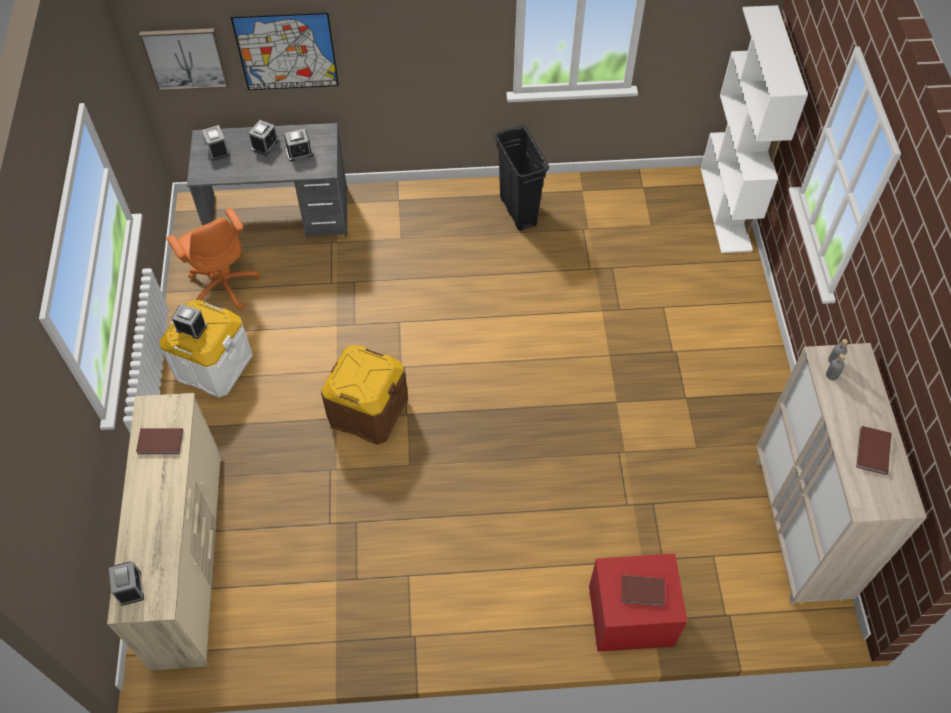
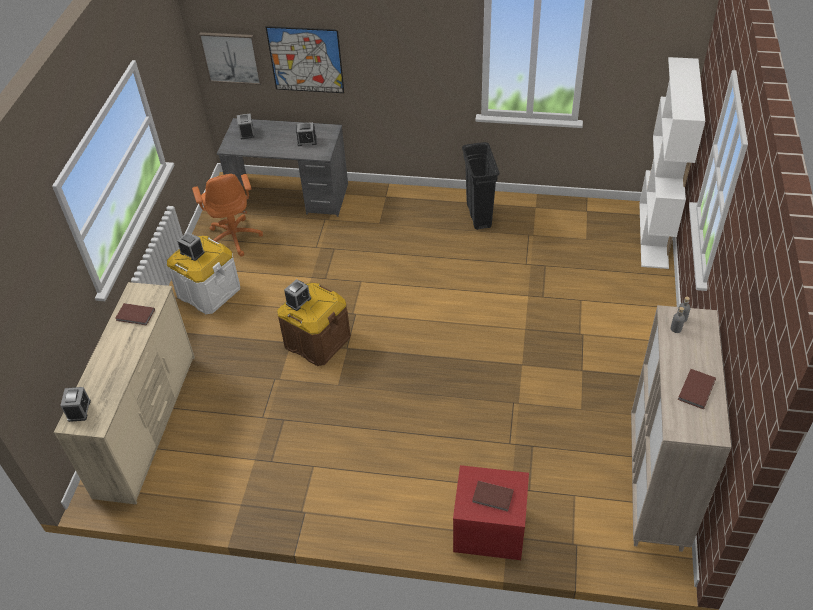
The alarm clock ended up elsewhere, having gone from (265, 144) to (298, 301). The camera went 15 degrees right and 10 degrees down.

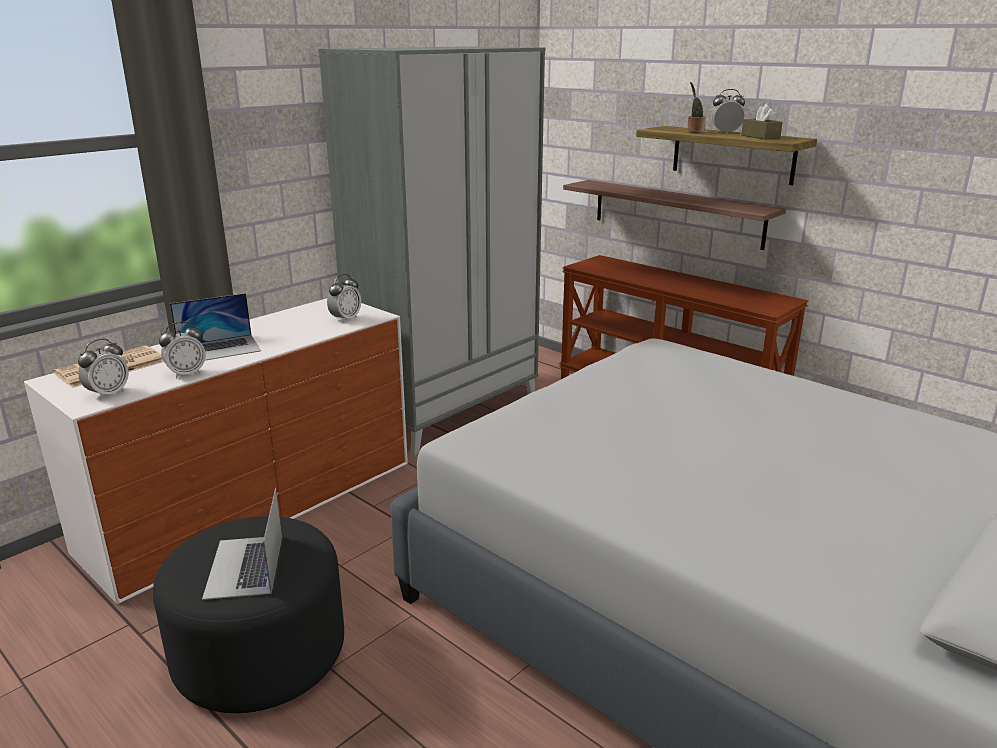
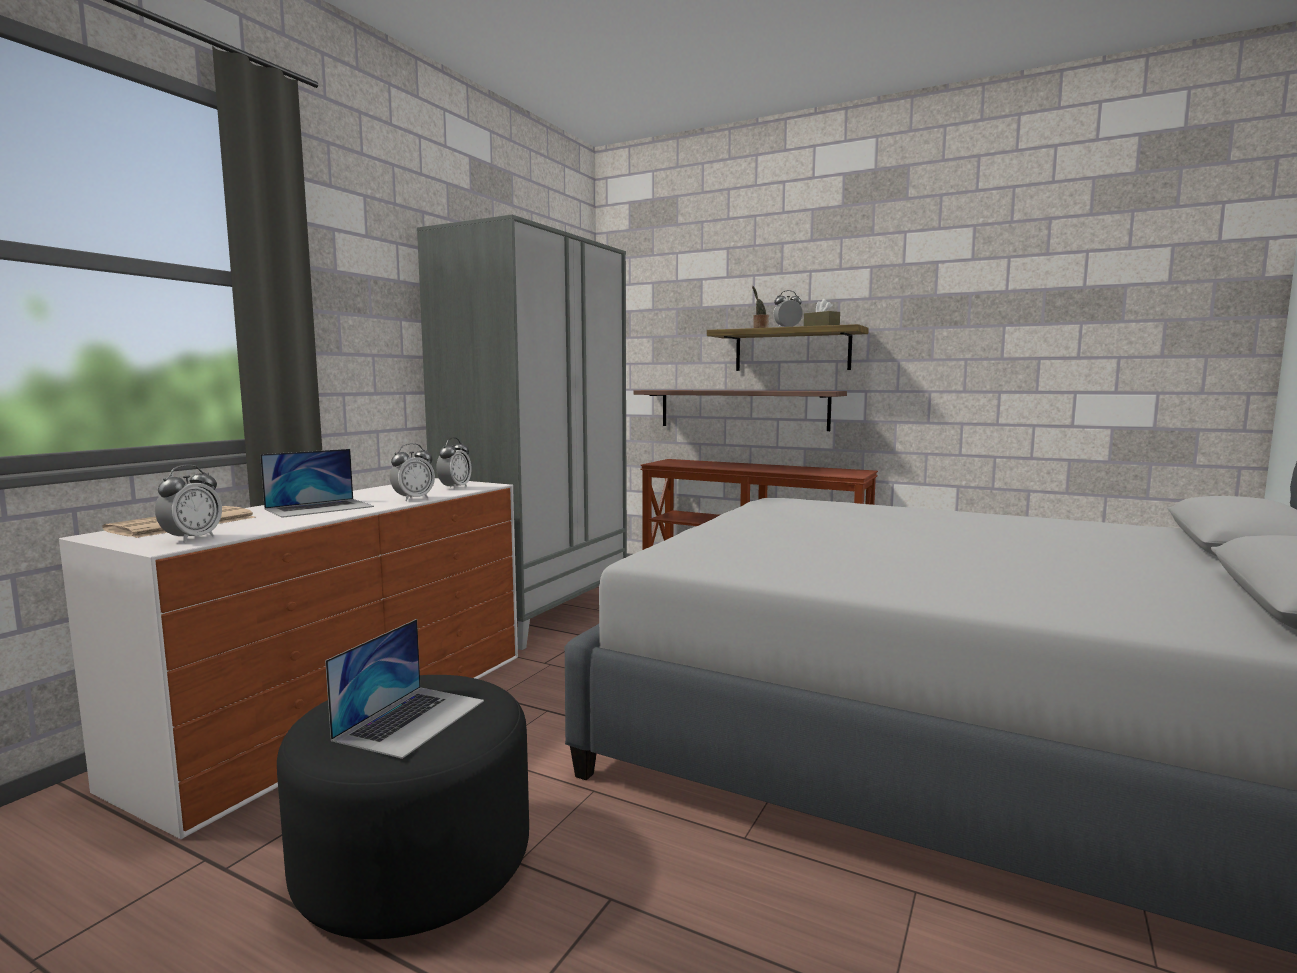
The laptop at (245, 566) ended up facing another way, 135 degrees counterclockwise from before. The alarm clock ended up elsewhere, having gone from (187, 374) to (413, 499). The camera went 15 degrees left and 15 degrees down.

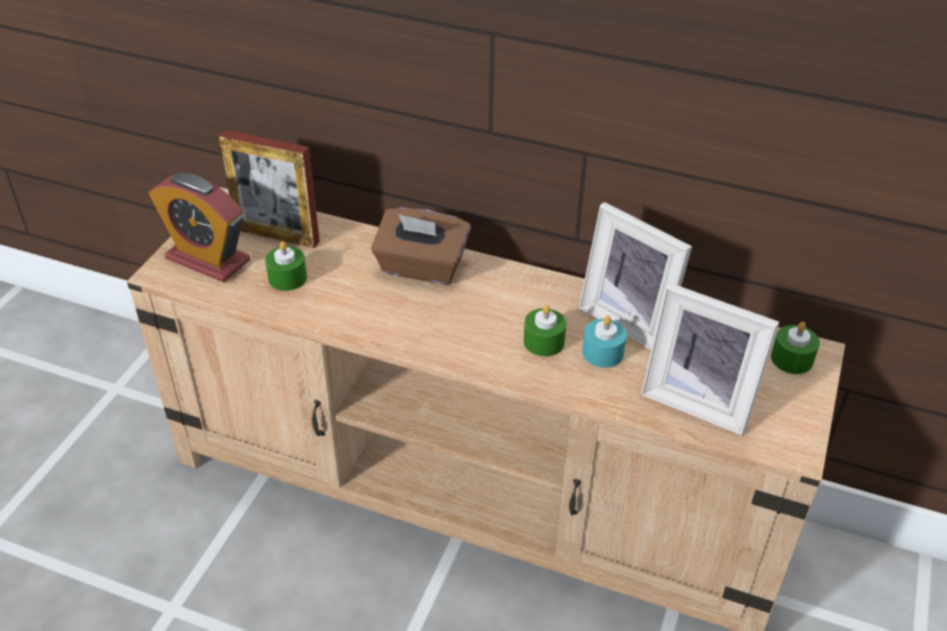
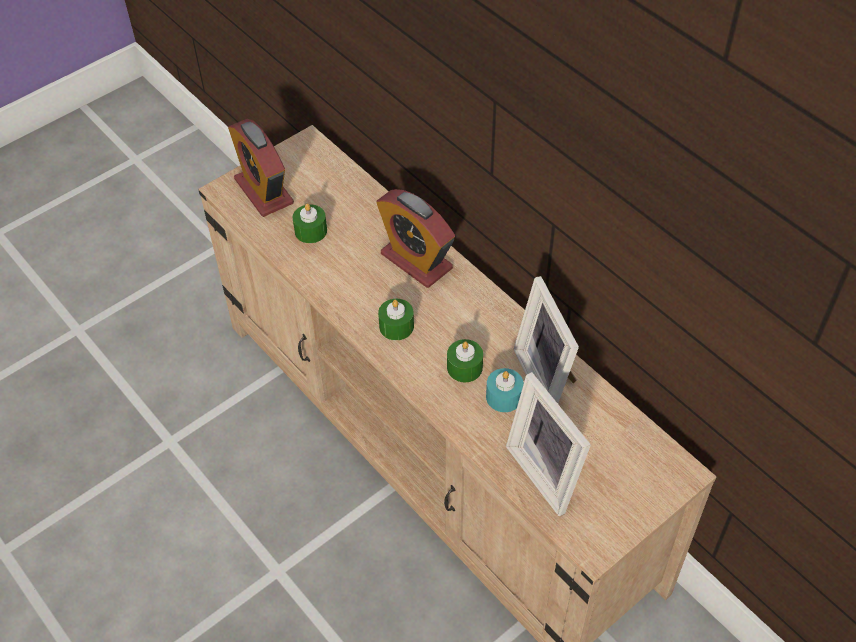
Where the tissue holder in brown-coloured stood at (421, 267), the alarm clock came to stand at (416, 261). The wax candle in green ended up elsewhere, having gone from (791, 359) to (396, 326). The second view lost the standing frame at (277, 235). The camera went 30 degrees right and 10 degrees up.

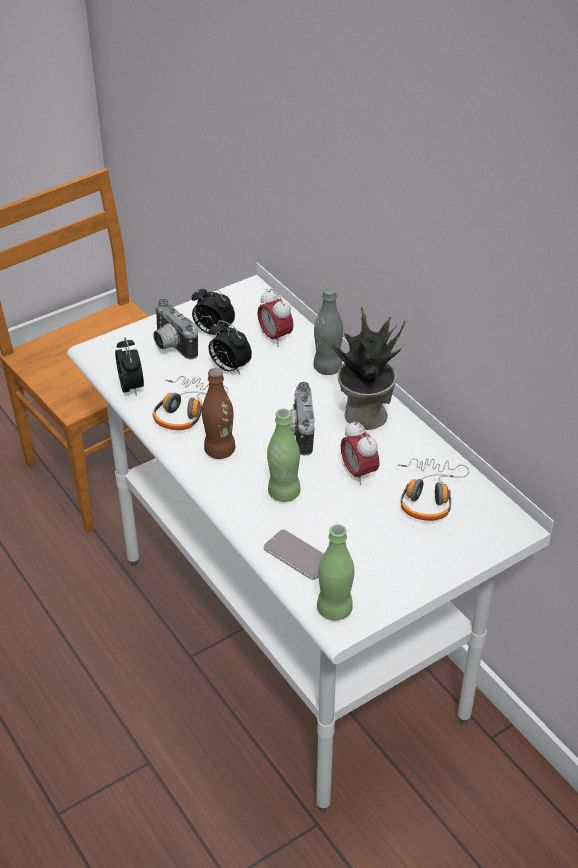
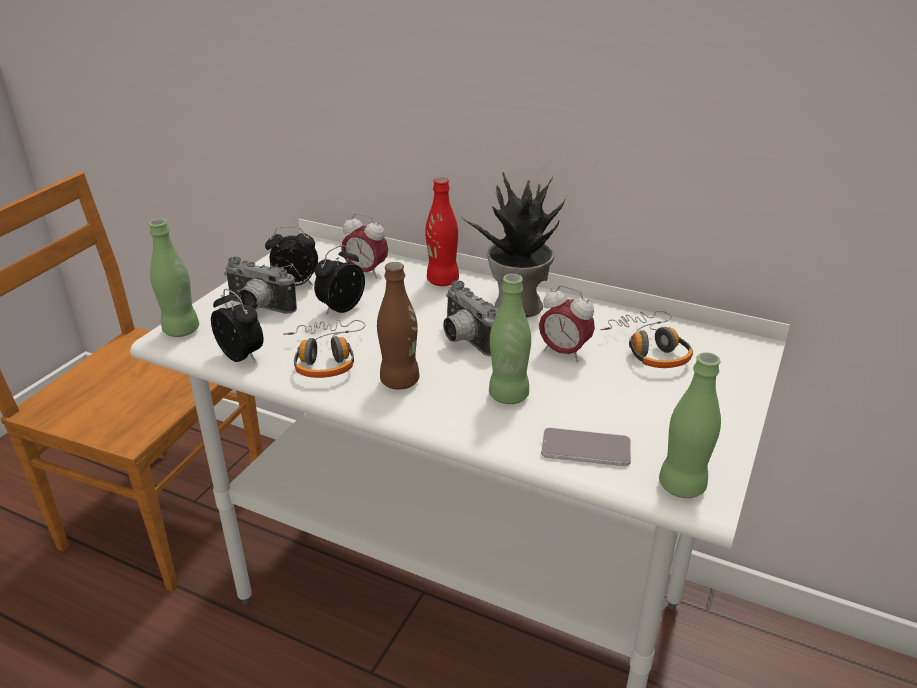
The second view gained the bottle in green at (181, 330). The alarm clock at (229, 368) ended up facing another way, 120 degrees clockwise from before. What was the bottle in gray at (327, 368) turned into the bottle in reddish at (442, 281). The camera went 30 degrees left and 10 degrees down.

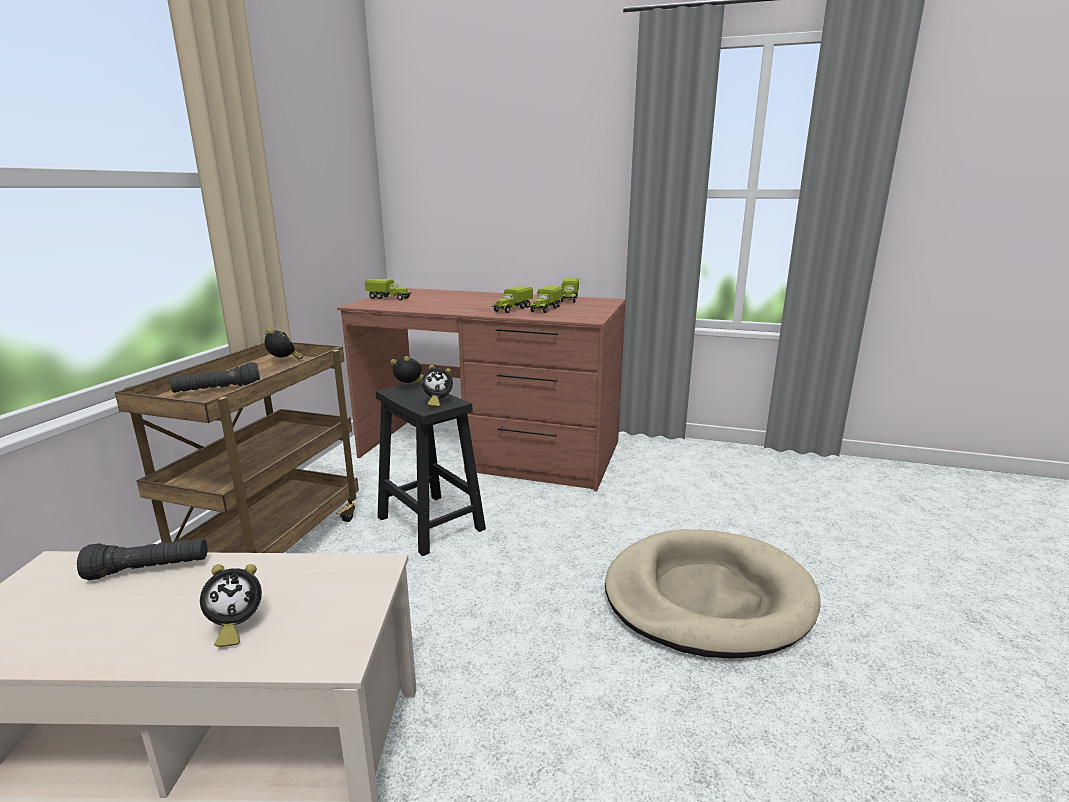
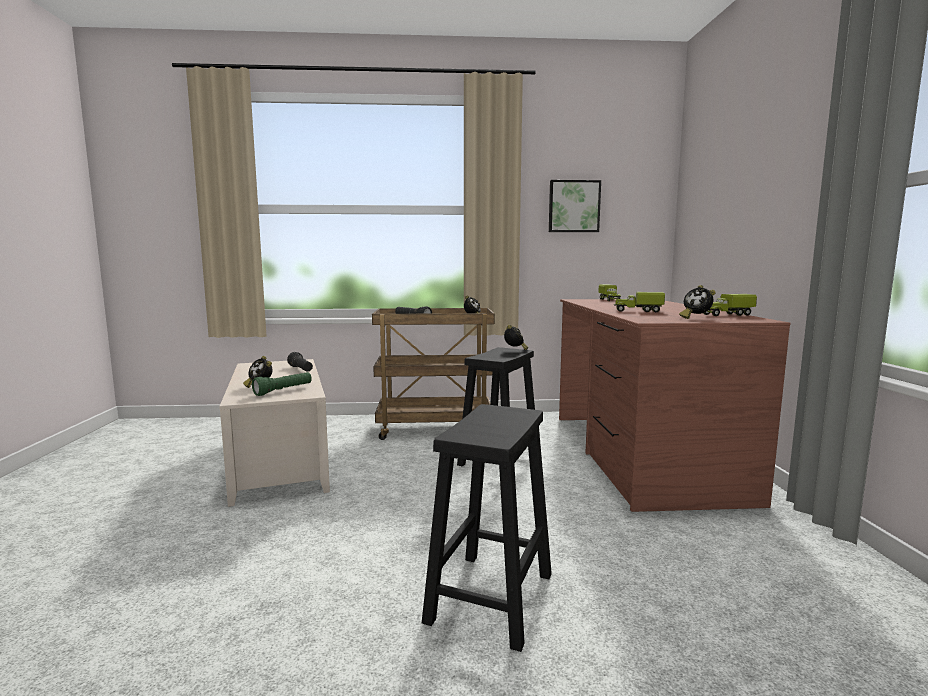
The second view gained the torch in green at (283, 391). Where the dog bed in sand-coloured stood at (707, 597), the stool in black came to stand at (491, 595). The second view gained the picture at (573, 206). The alarm clock ended up elsewhere, having gone from (437, 402) to (695, 318). The second view lost the toy truck at (545, 309). The camera went 70 degrees right and 10 degrees down.

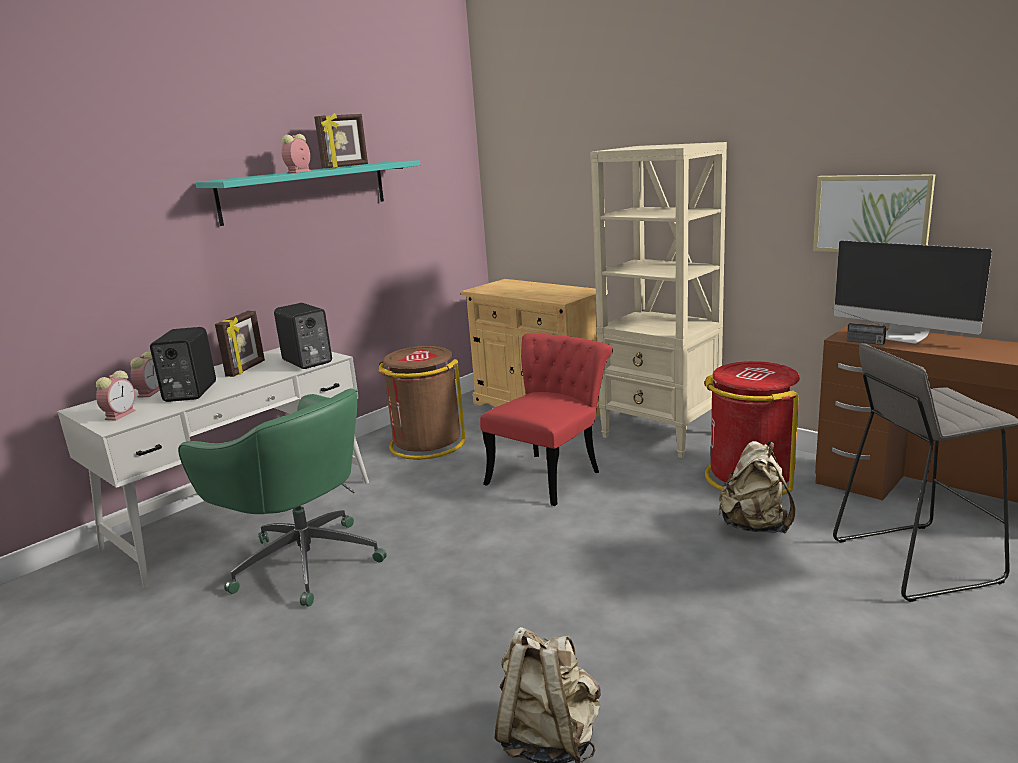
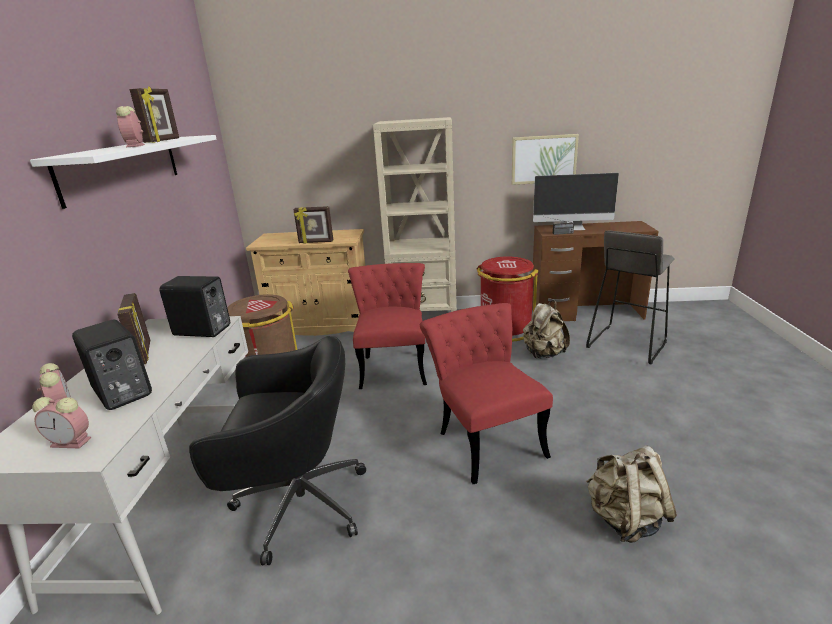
What was the bracket shelf in turquoise at (305, 191) turned into the bracket shelf in whitish at (123, 167). The alarm clock at (121, 414) ended up facing another way, 120 degrees clockwise from before. What was the office chair in green at (304, 561) turned into the office chair in black at (297, 504). The second view gained the standing frame at (316, 242). The second view gained the plain chair in reddish at (485, 438). The camera went 40 degrees left and 5 degrees up.

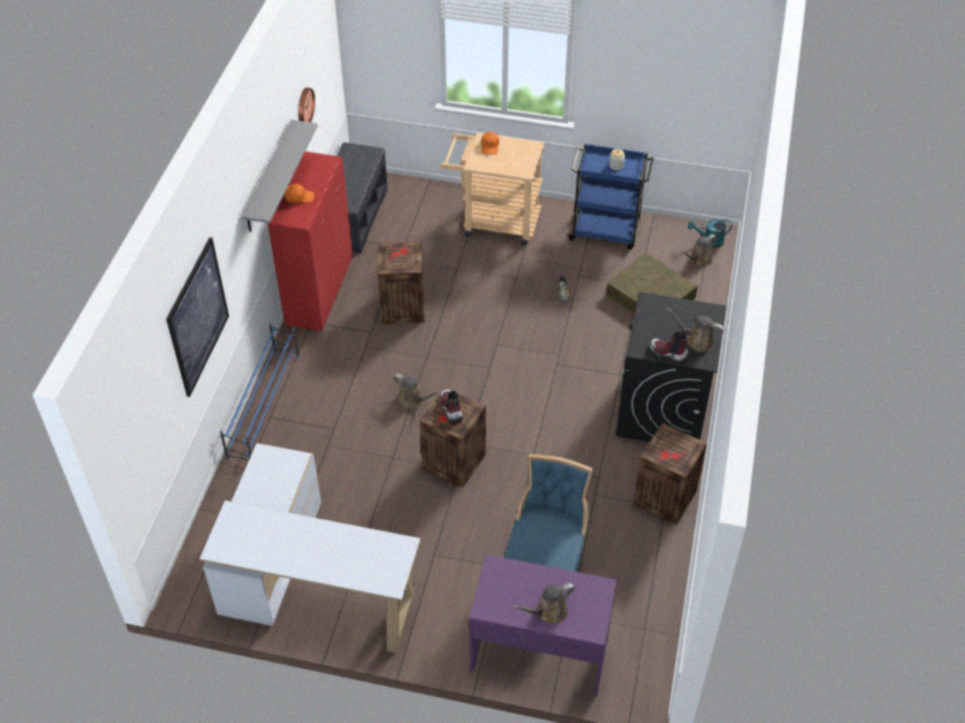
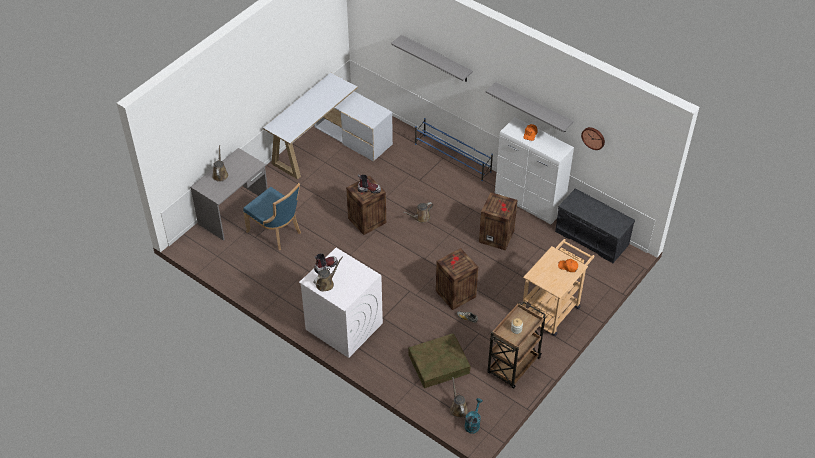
What was the desk unit in purple-coloured at (539, 652) turned into the desk unit in gray at (234, 212). What was the laundry machine in black at (662, 411) turned into the laundry machine in whitish at (343, 326). Where the picture hung at (198, 317), the bracket shelf in gray came to hang at (436, 59). The crate ended up elsewhere, having gone from (665, 498) to (455, 294). What was the cart in blue-coloured at (606, 231) turned into the cart in brown-coloured at (513, 366). What was the cabinet in reddish at (320, 292) turned into the cabinet in whitish at (529, 203). The camera went 115 degrees right and 0 degrees up.

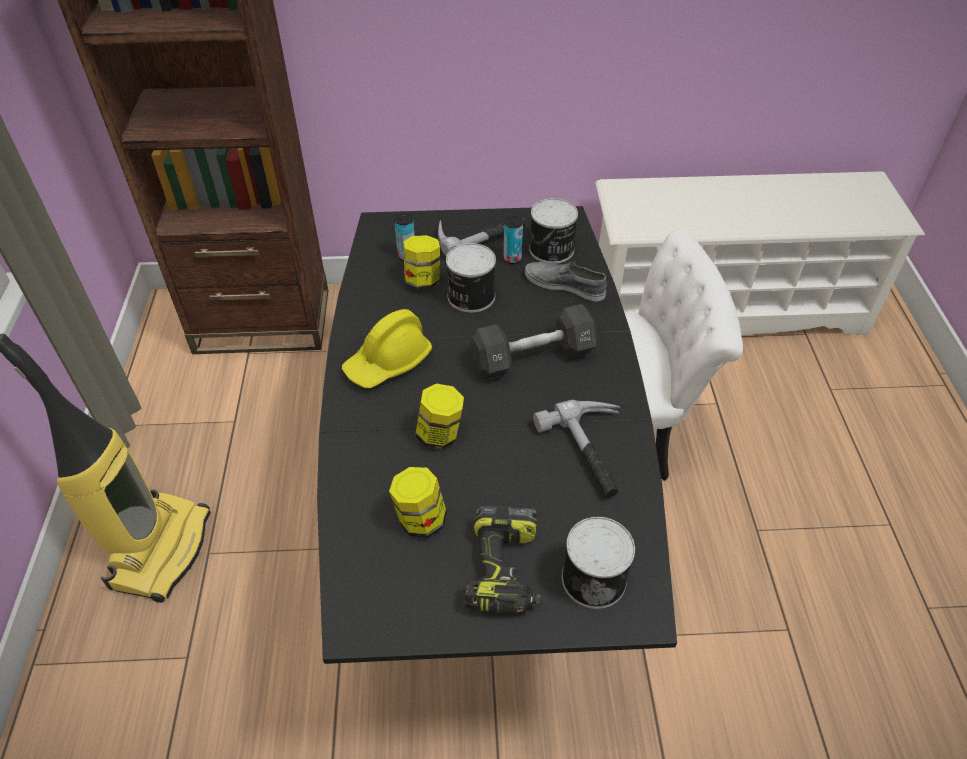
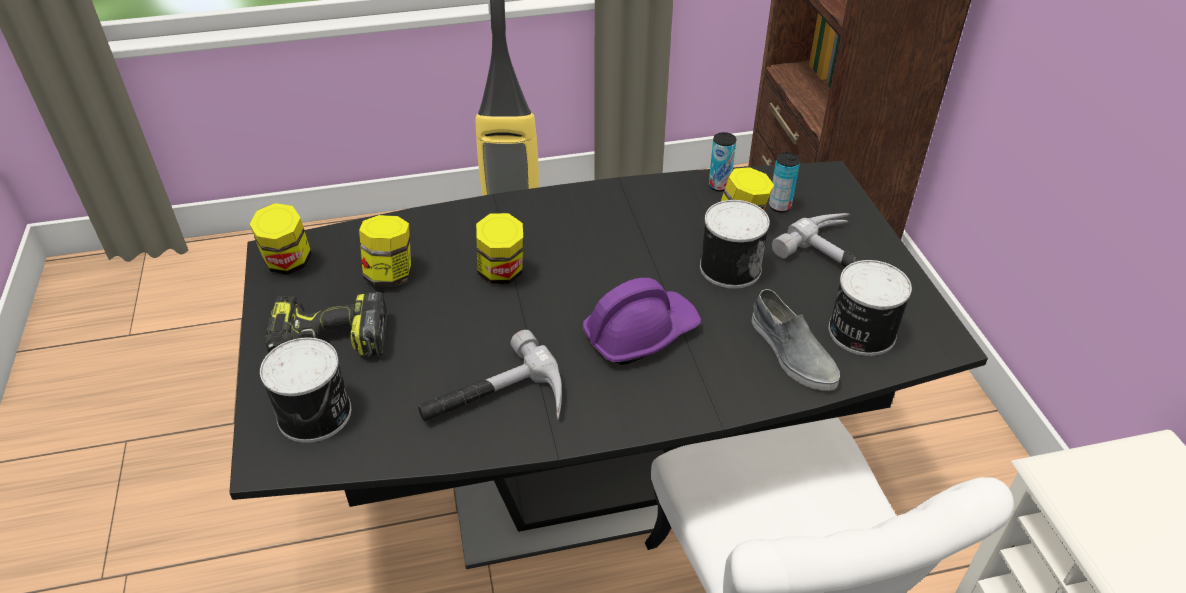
The second view gained the storage jar at (288, 263). Where the free weight in black stood at (533, 357), the hard hat in purple-coloured came to stand at (640, 333). The can ended up elsewhere, having gone from (512, 259) to (719, 185). The shoe in gray at (565, 285) ended up facing another way, 135 degrees clockwise from before. The second view lost the hard hat in yellow at (388, 362). The camera went 80 degrees right and 5 degrees down.

